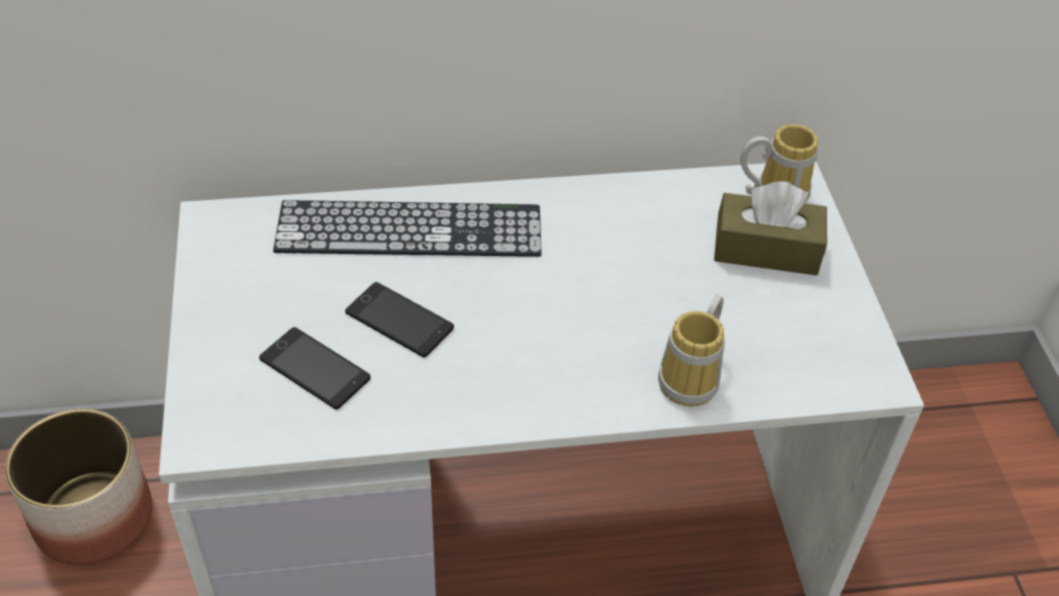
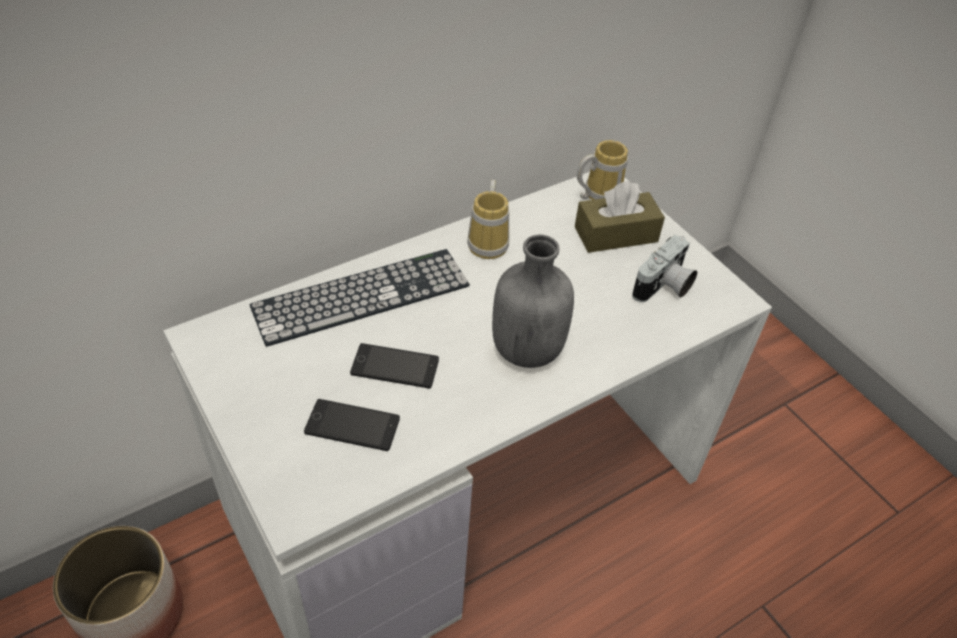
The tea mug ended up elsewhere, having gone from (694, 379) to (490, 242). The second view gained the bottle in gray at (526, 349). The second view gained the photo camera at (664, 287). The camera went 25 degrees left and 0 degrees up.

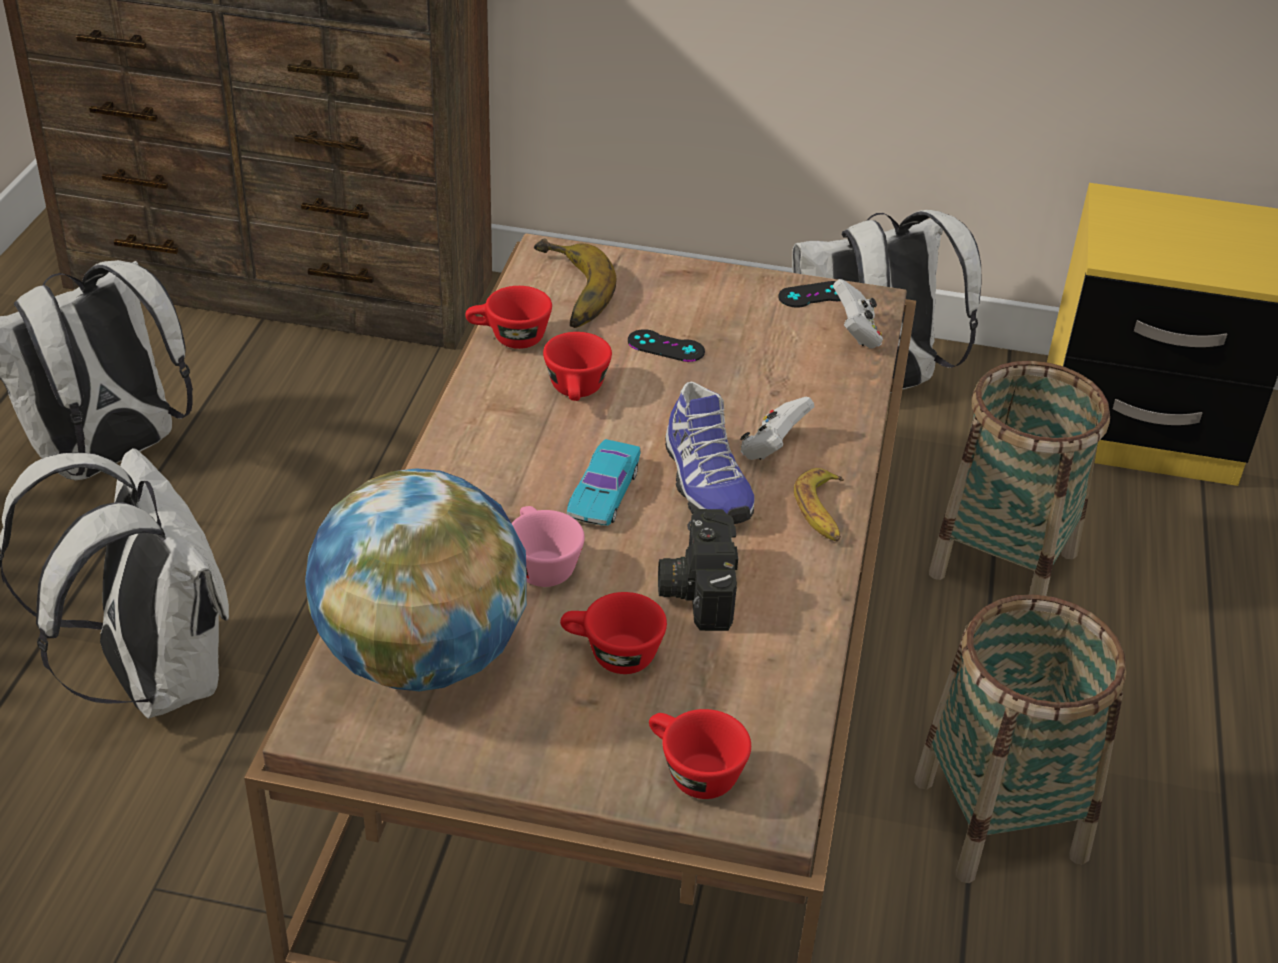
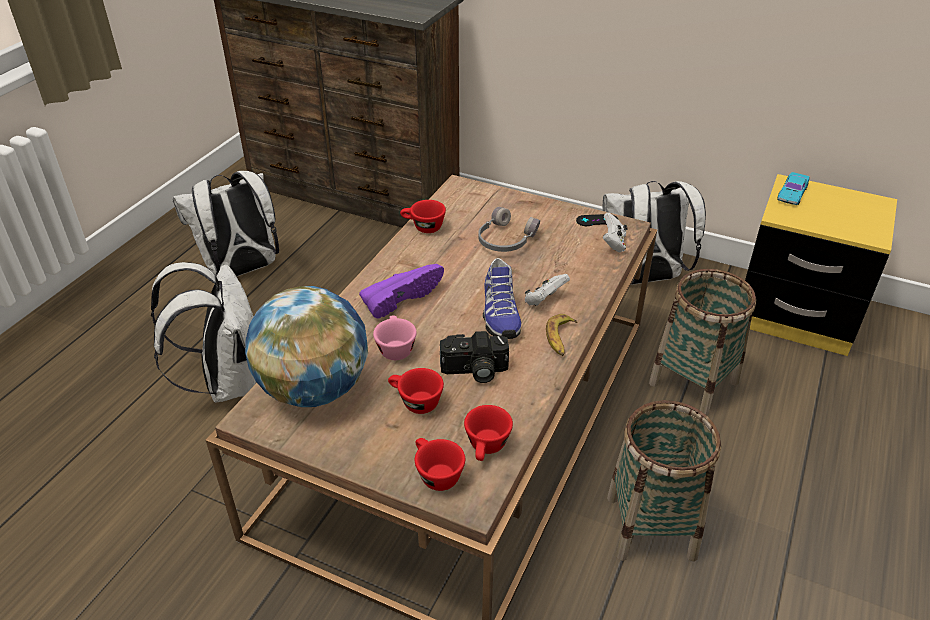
The second view gained the shoe in purple-coloured at (400, 297). The photo camera at (695, 587) ended up facing another way, 105 degrees counterclockwise from before. The drinking cup in reddish ended up elsewhere, having gone from (577, 392) to (487, 448). Where the gamepad in black stood at (666, 346), the headset in gray came to stand at (505, 240). The toy car in turquoise ended up elsewhere, having gone from (604, 492) to (792, 193). The second view lost the banana at (565, 291). The camera went 15 degrees right and 0 degrees up.

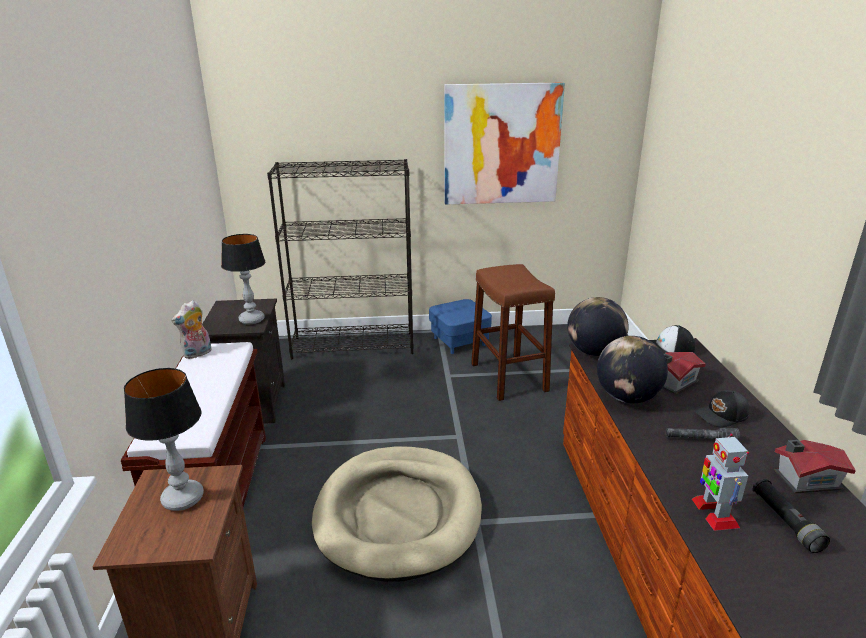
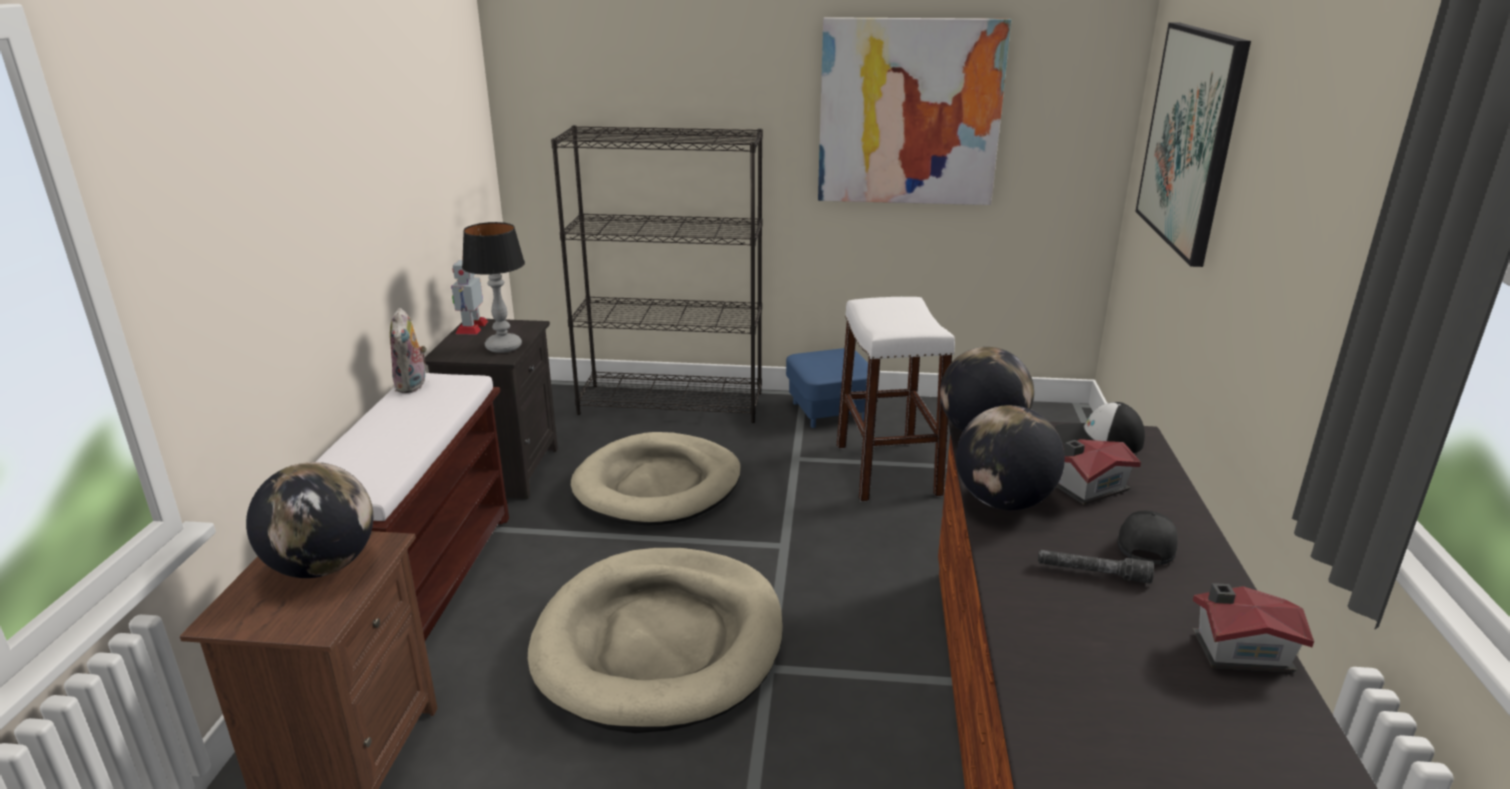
Where the lamp for a table stood at (183, 498), the world globe came to stand at (323, 566). The cuddly toy at (197, 354) ended up facing another way, 60 degrees counterclockwise from before. The robot figure ended up elsewhere, having gone from (714, 512) to (472, 327). The second view gained the dog bed in sand-coloured at (658, 485). What was the stool in brown-coloured at (508, 377) turned into the stool in whitish at (887, 469). The cap in black at (722, 416) ended up facing another way, 120 degrees clockwise from before. The second view gained the picture at (1190, 138). The second view lost the torch in black at (786, 522). The camera went 10 degrees right and 0 degrees up.

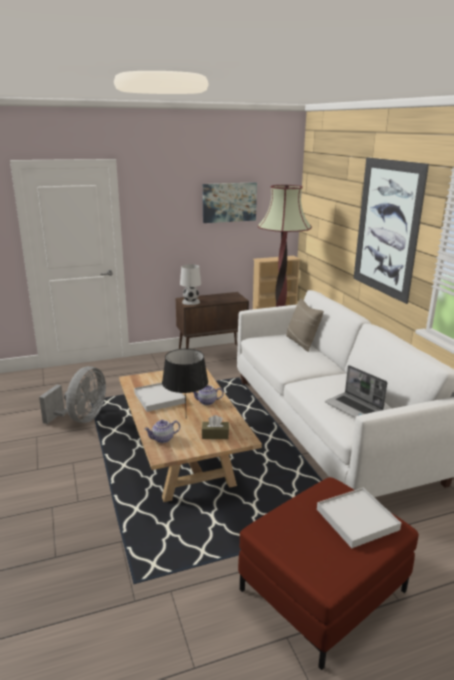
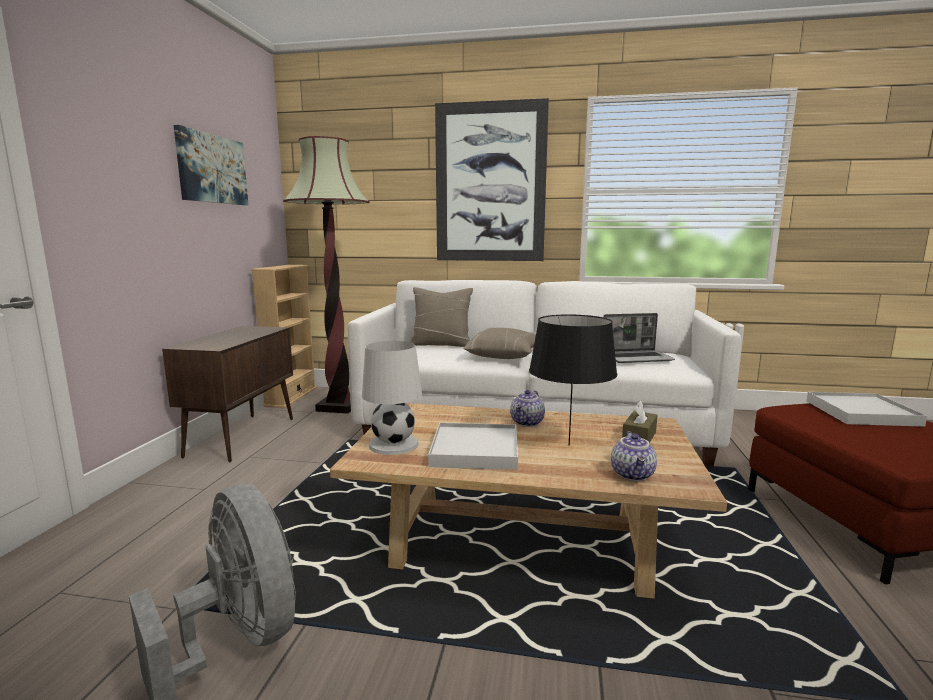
The lamp for a table in whitish ended up elsewhere, having gone from (190, 302) to (394, 444). The second view gained the throw pillow in sand-coloured at (504, 356). The camera went 60 degrees left and 10 degrees down.

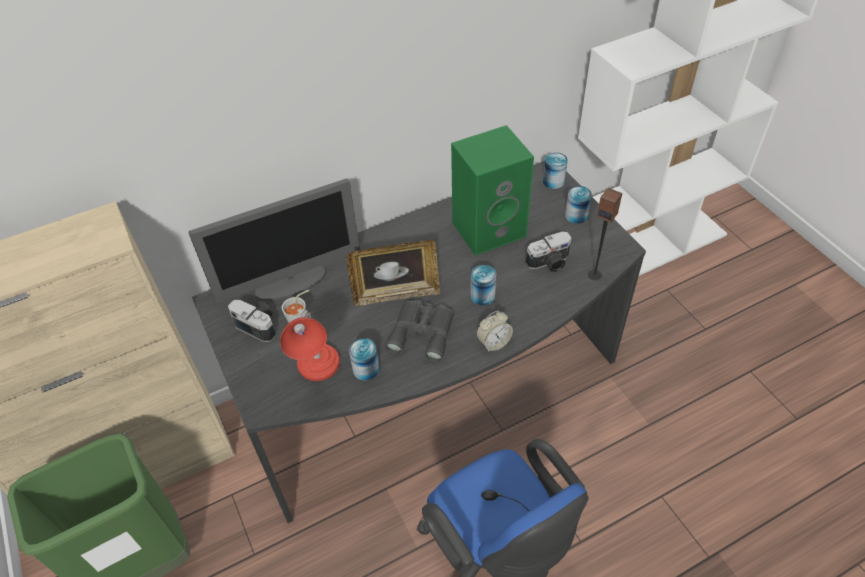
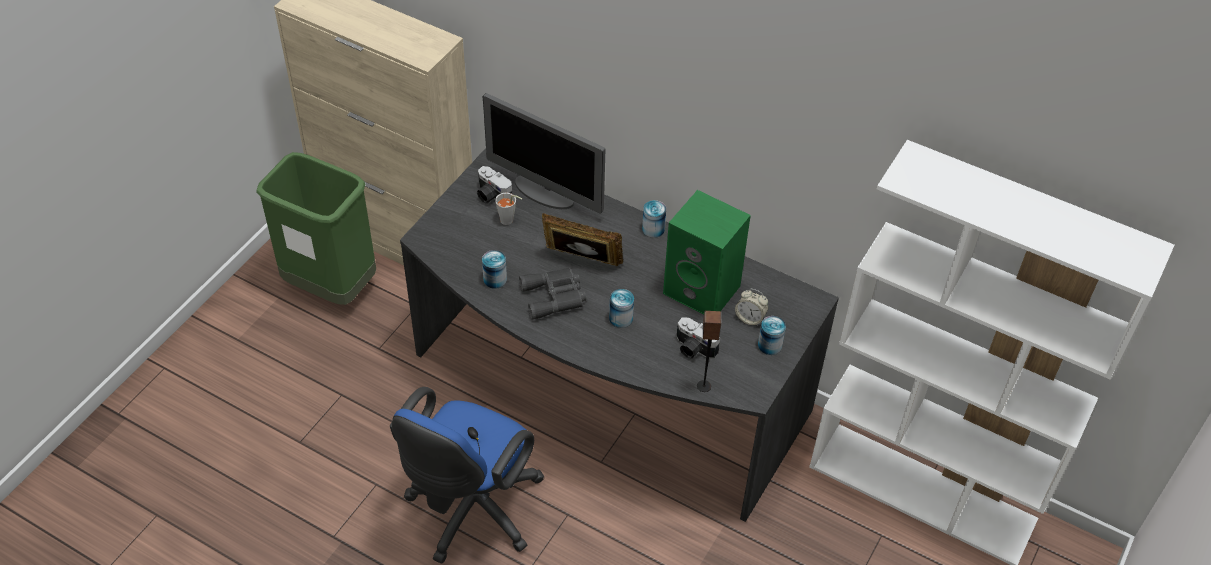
The photo camera at (259, 324) ended up facing another way, 135 degrees clockwise from before. The standing frame at (396, 293) ended up facing another way, 150 degrees clockwise from before. The can ended up elsewhere, having gone from (553, 181) to (653, 229). The alarm clock ended up elsewhere, having gone from (493, 342) to (750, 318). The second view lost the lamp for a table in reddish at (319, 375). The camera went 55 degrees right and 0 degrees up.

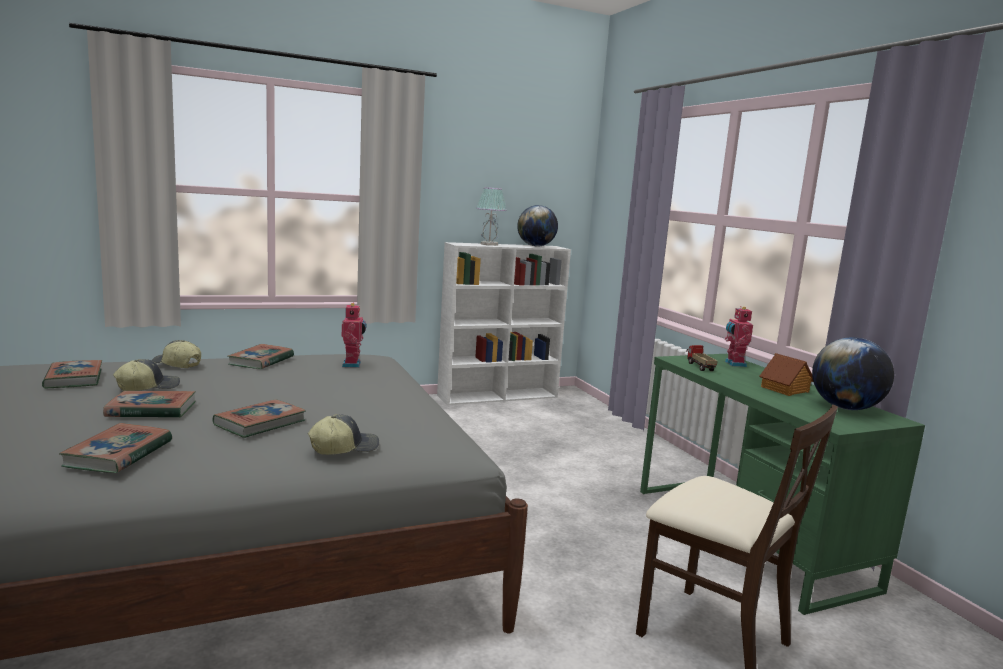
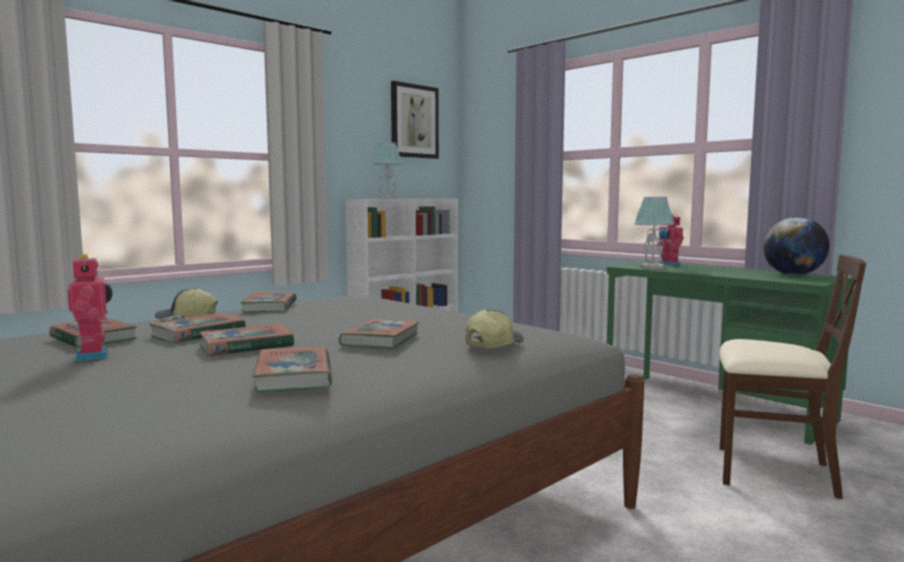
The robot figure ended up elsewhere, having gone from (353, 364) to (95, 355). Where the cap stood at (148, 387), the volume came to stand at (198, 334). The second view gained the picture at (414, 121). Where the toy truck stood at (699, 367), the lamp for a table came to stand at (652, 268). The second view lost the world globe at (536, 246). The second view lost the model house at (785, 389). The camera went 20 degrees left and 5 degrees down.

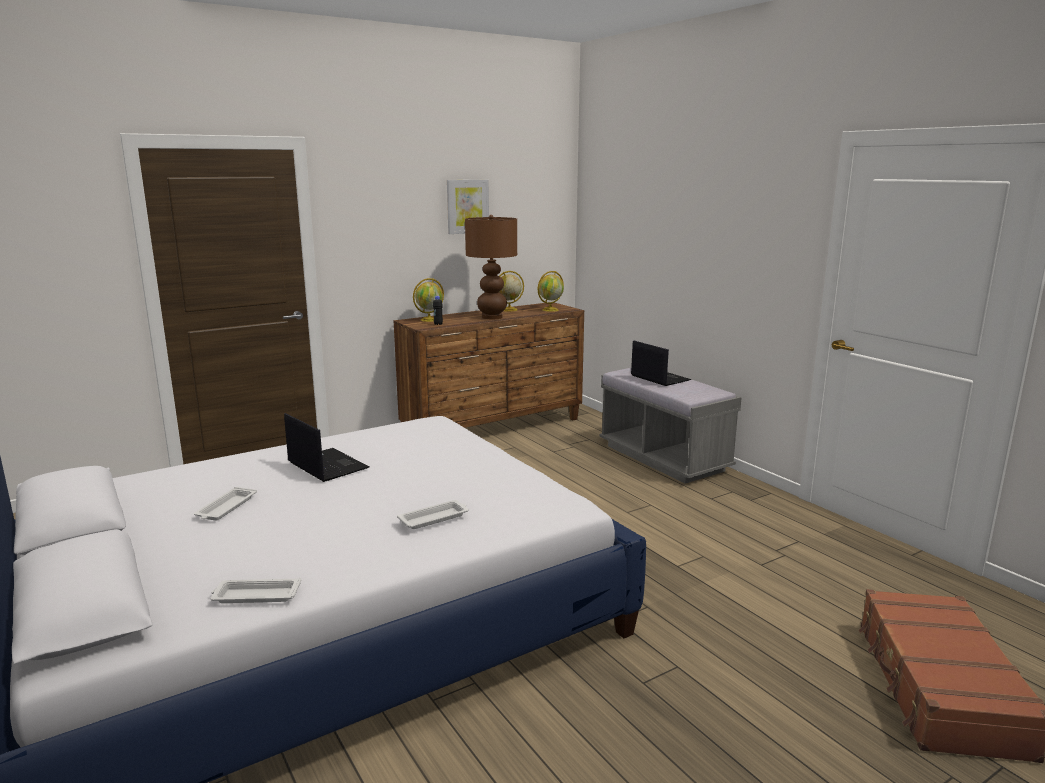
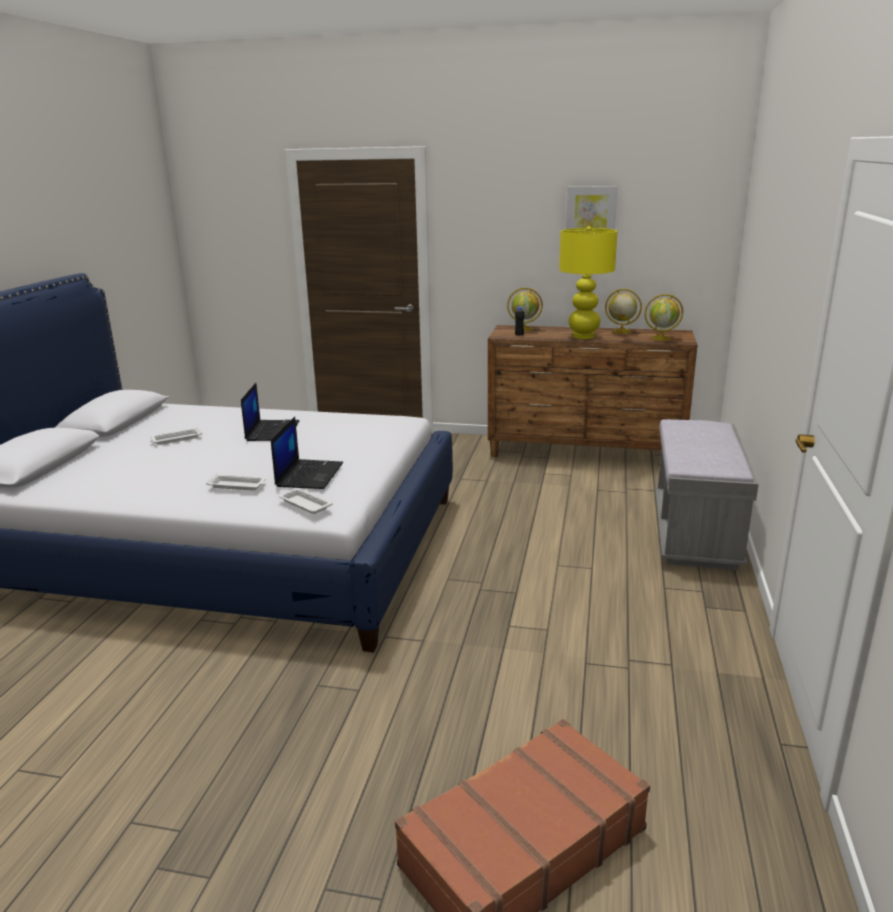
The laptop ended up elsewhere, having gone from (659, 378) to (309, 474). The tray in whitish ended up elsewhere, having gone from (255, 596) to (304, 504). What was the lamp for a table in brown-coloured at (492, 317) turned into the lamp for a table in yellow at (584, 336). The camera went 45 degrees right and 5 degrees up.

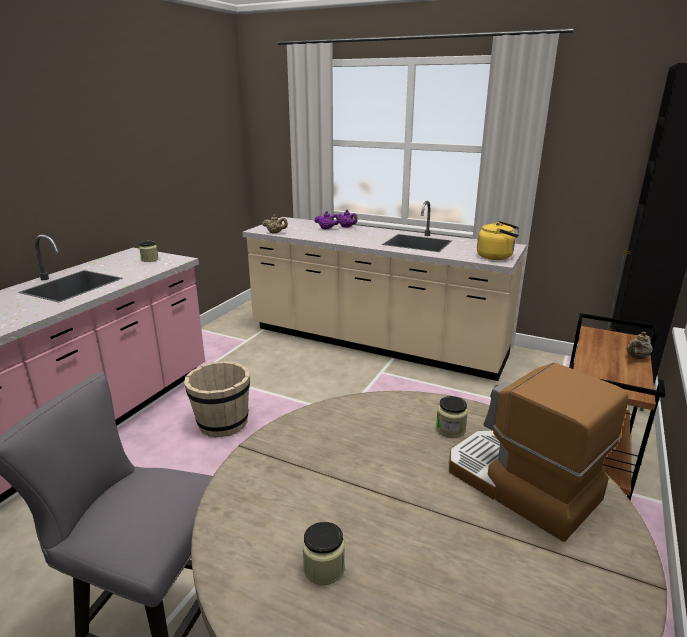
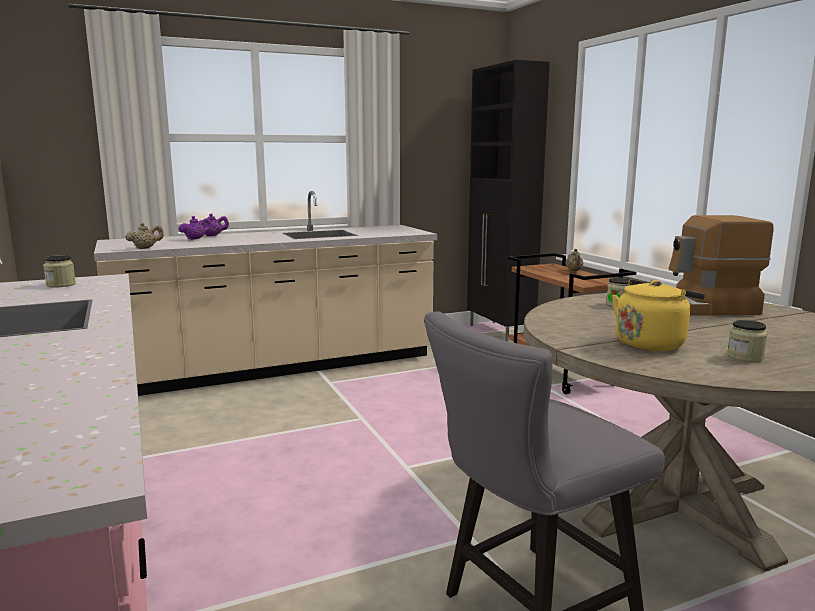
The tea kettle in yellow ended up elsewhere, having gone from (497, 256) to (651, 343). The second view lost the bucket in sand-coloured at (222, 423). The camera went 50 degrees left and 10 degrees down.

